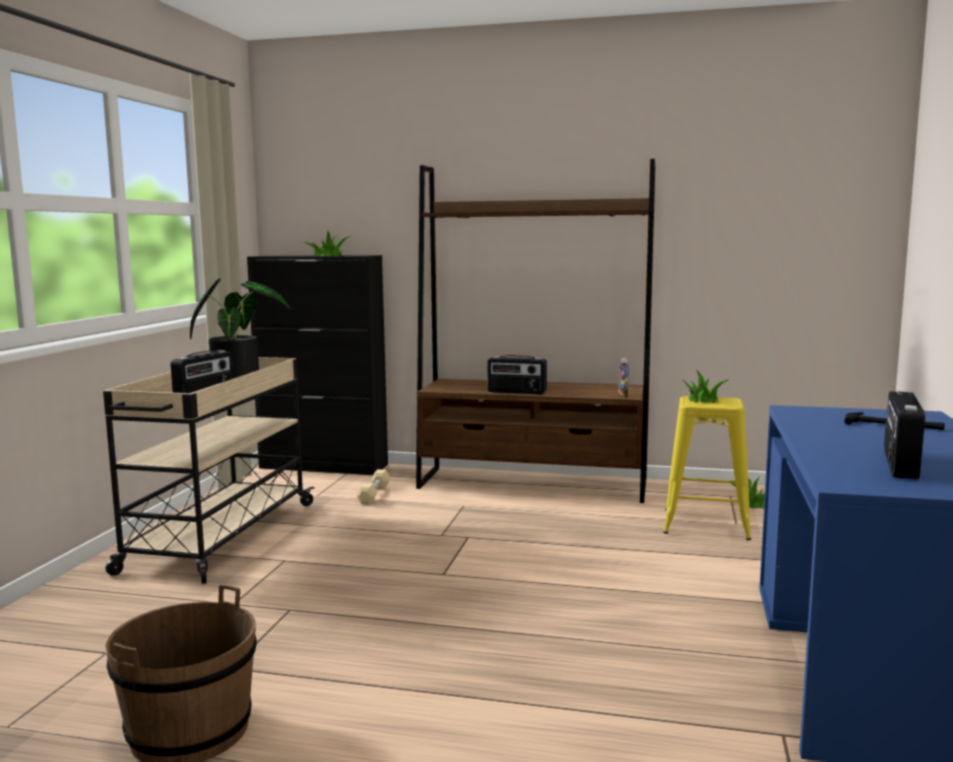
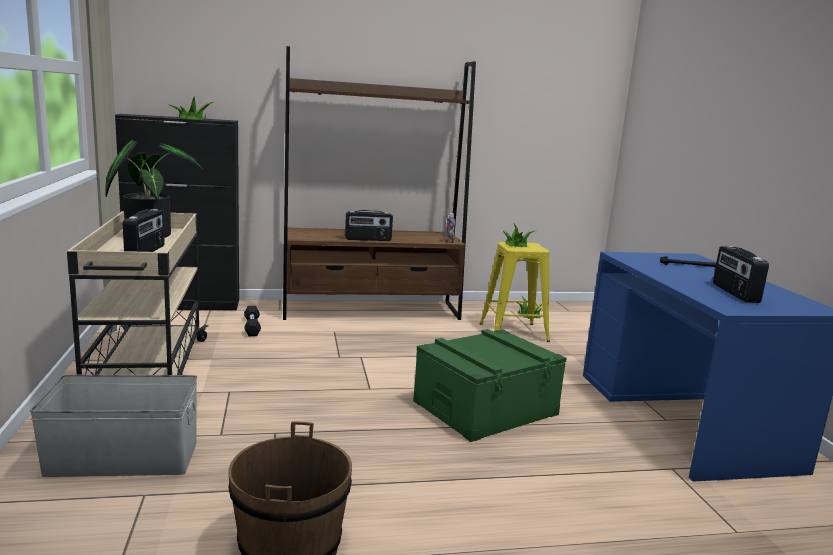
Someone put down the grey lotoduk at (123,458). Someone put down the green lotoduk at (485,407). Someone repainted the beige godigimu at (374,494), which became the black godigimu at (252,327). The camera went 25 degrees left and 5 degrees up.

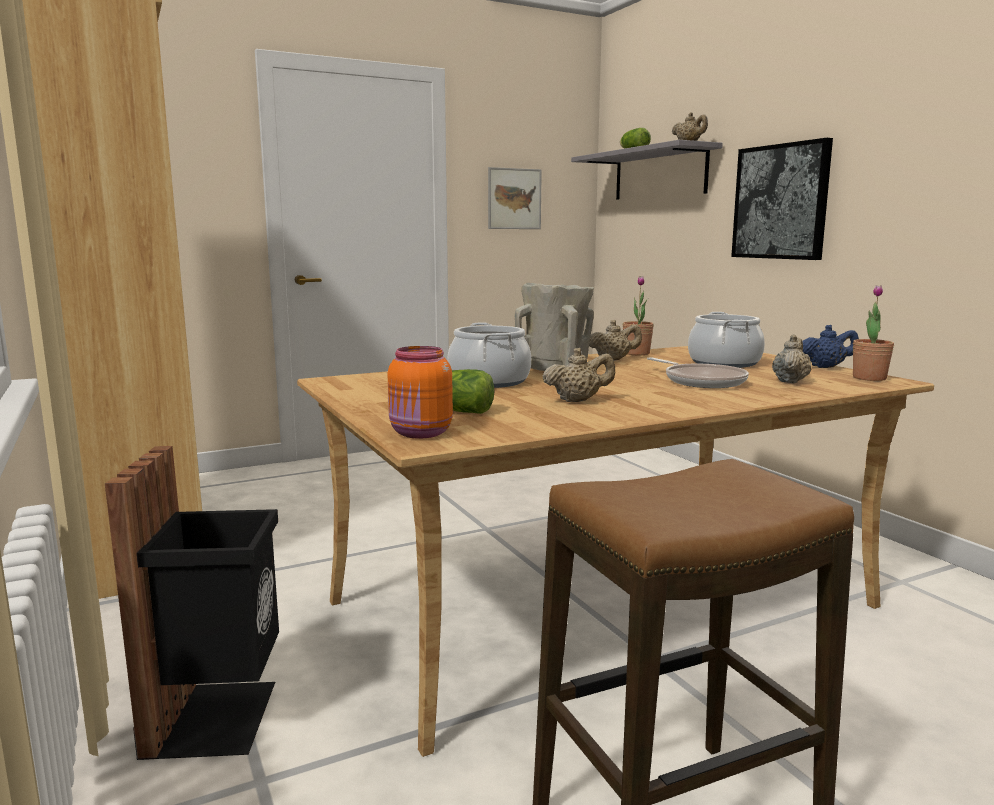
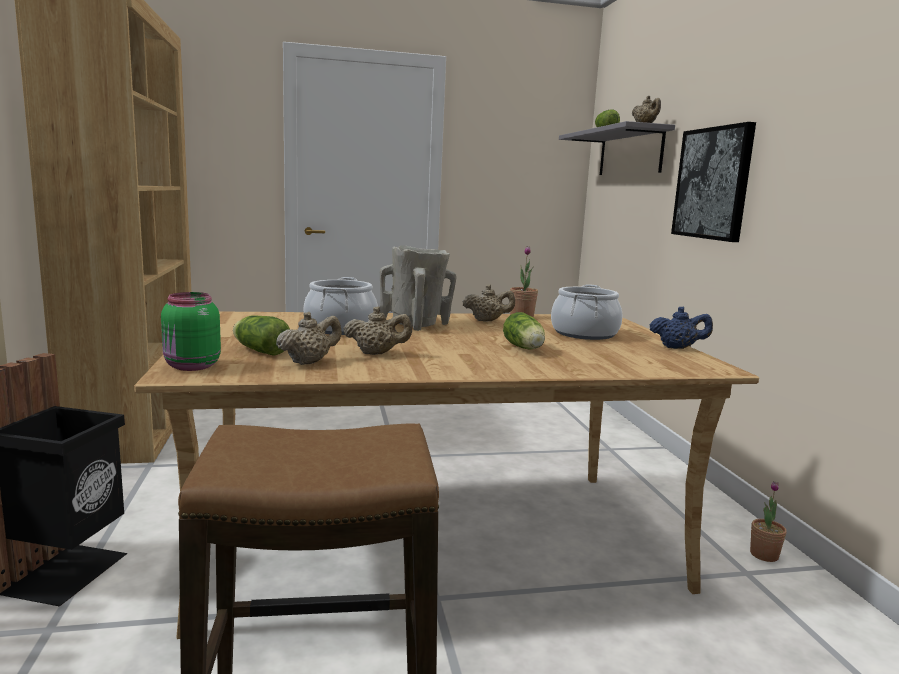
Someone took away the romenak at (514,199). Someone carried the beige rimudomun from (790,381) to (309,362). Someone carried the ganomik from (869,378) to (764,555). Someone swapped the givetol at (701,381) for the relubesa at (524,348). Someone repainted the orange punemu at (421,434), which became the green punemu at (191,366). The camera went 15 degrees right and 0 degrees up.

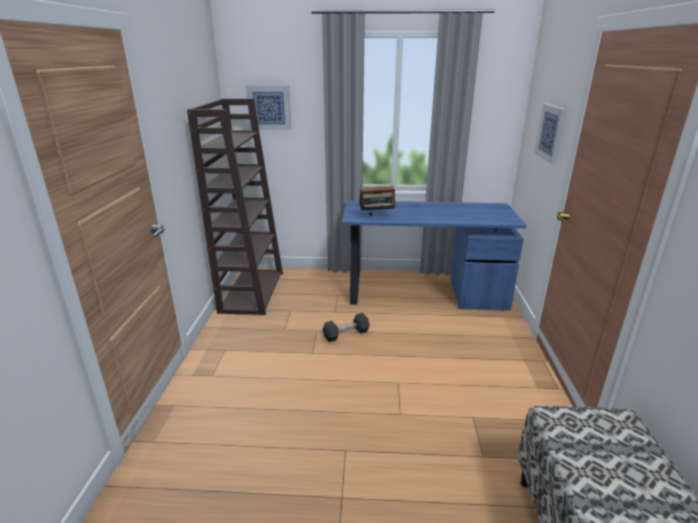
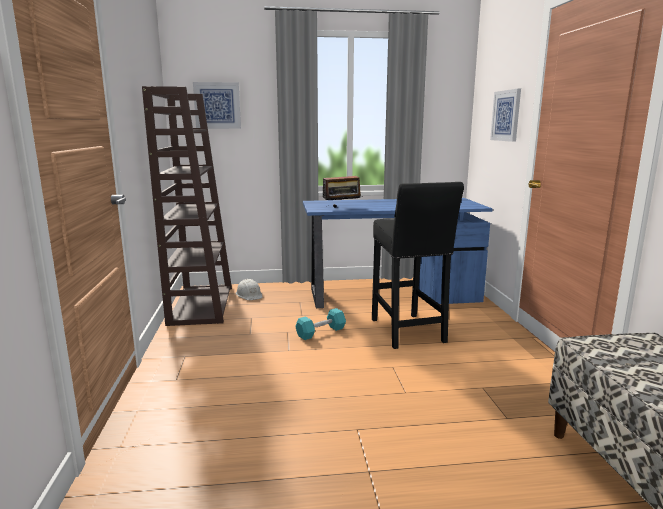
Someone put down the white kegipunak at (249,295). Someone put down the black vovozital at (408,333). Someone repainted the grey godigimu at (346,334), which became the turquoise godigimu at (321,332). The camera went 10 degrees left and 10 degrees down.

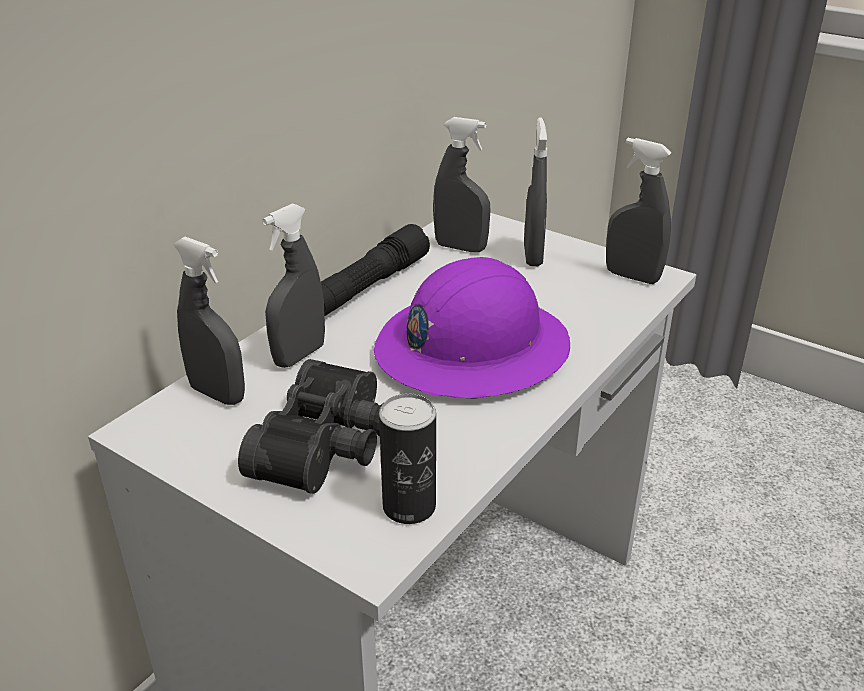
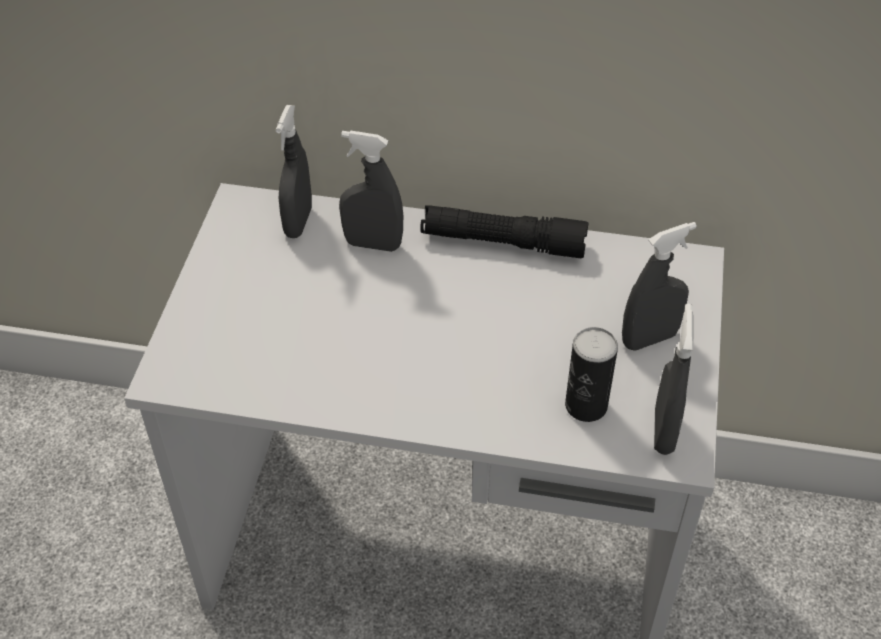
Someone took away the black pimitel at (330,446). Someone took away the purple kegipunak at (471,349). Someone took away the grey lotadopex at (460,247). Someone carried the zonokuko from (409,506) to (586,405). The camera went 65 degrees right and 15 degrees up.

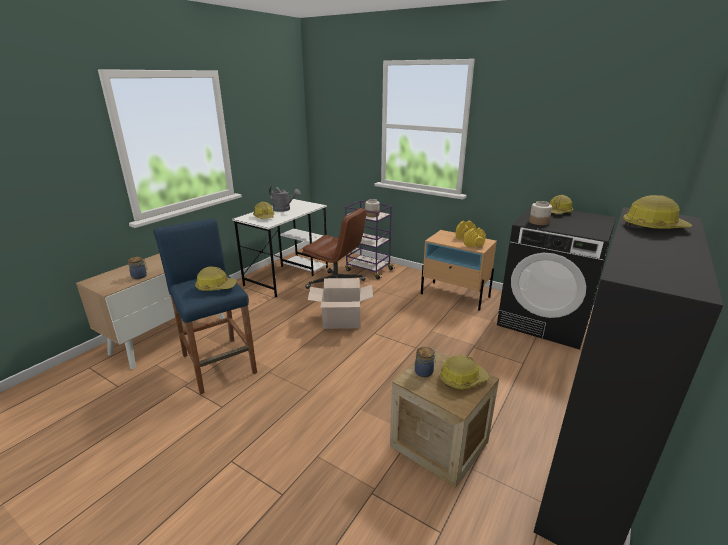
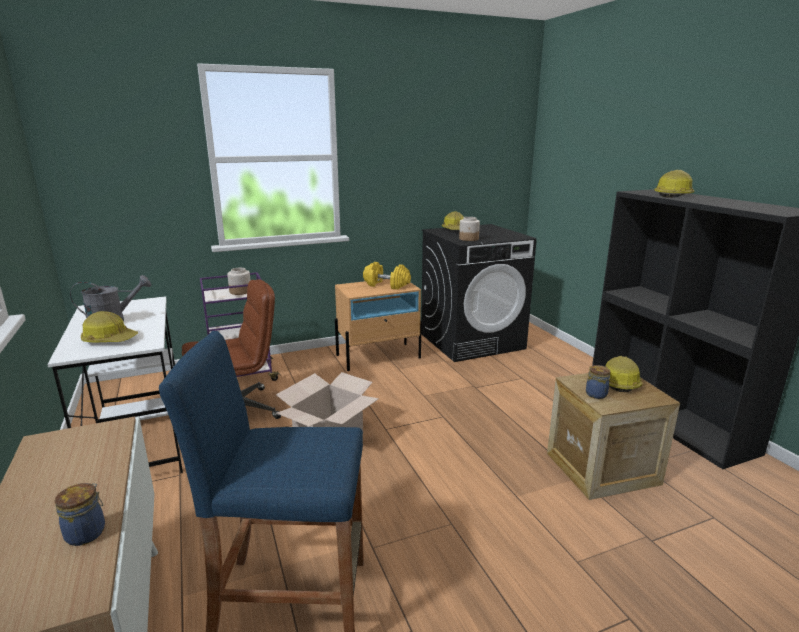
Someone took away the kegipunak at (216,287). The camera went 55 degrees left and 5 degrees down.

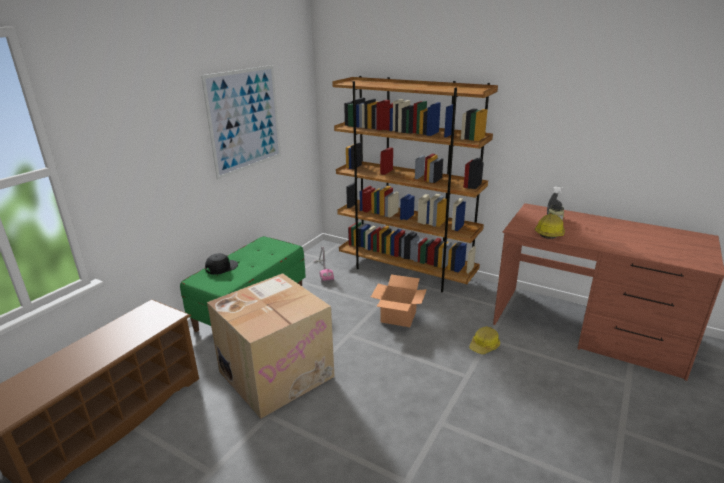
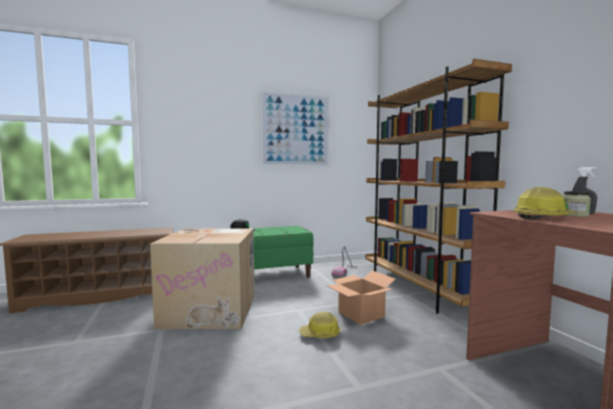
Someone carried the kegipunak from (484,346) to (320,334). The camera went 40 degrees right and 20 degrees down.

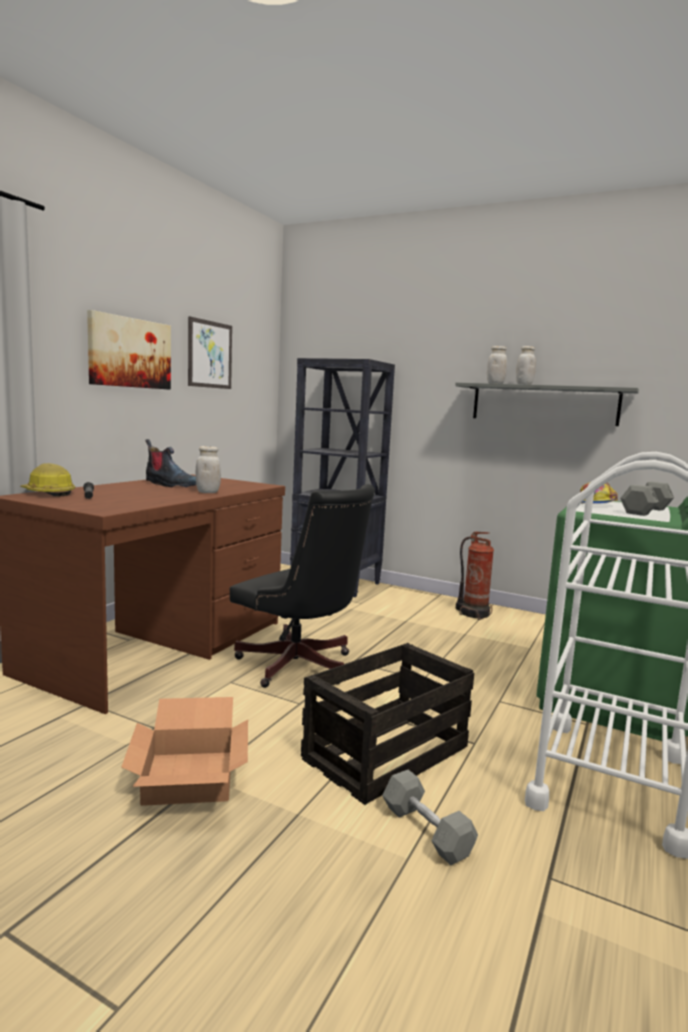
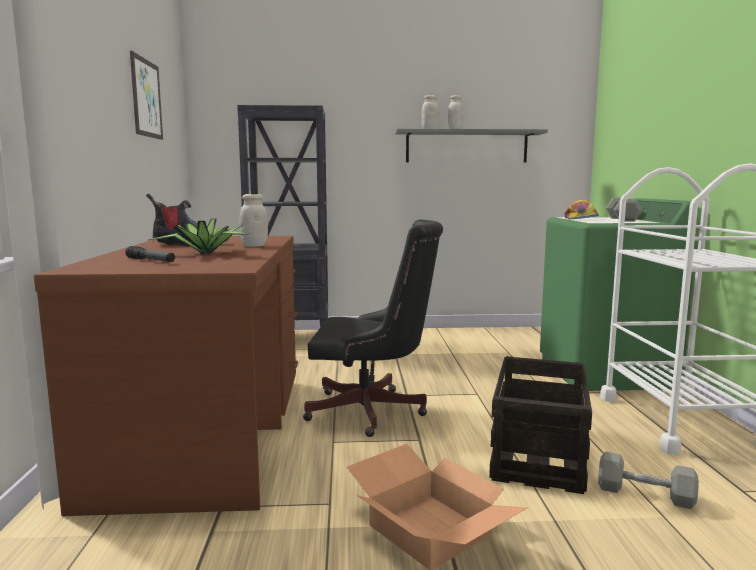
Someone took away the kegipunak at (48,493). Someone took away the romenak at (130,353). Someone took away the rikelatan at (473,613). Someone put down the ganomik at (206,253). The camera went 30 degrees left and 0 degrees up.

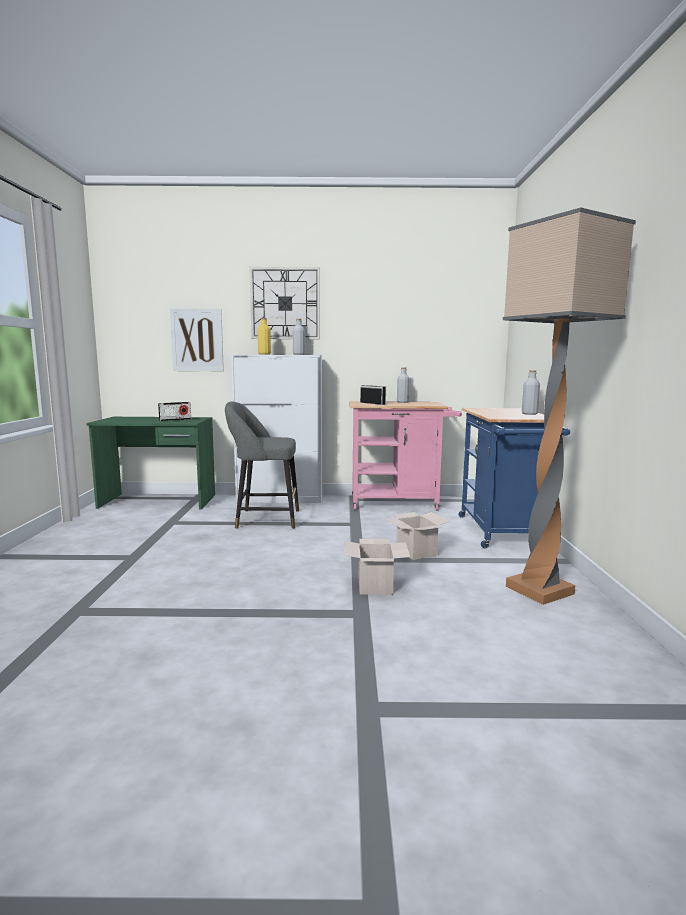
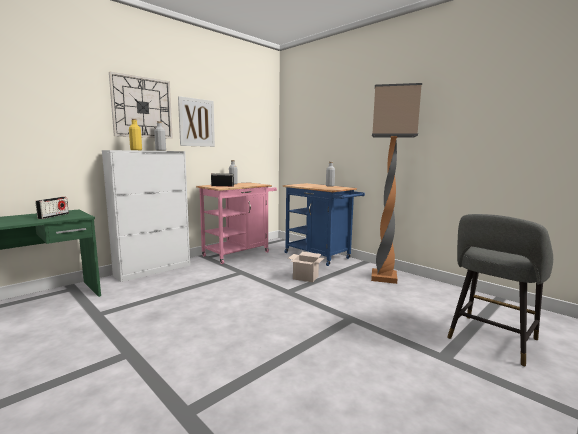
Someone took away the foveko at (375,586). Someone carried the romenak from (197,340) to (196,122). Someone carried the grey vovozital from (264,519) to (490,341). The camera went 45 degrees left and 0 degrees up.

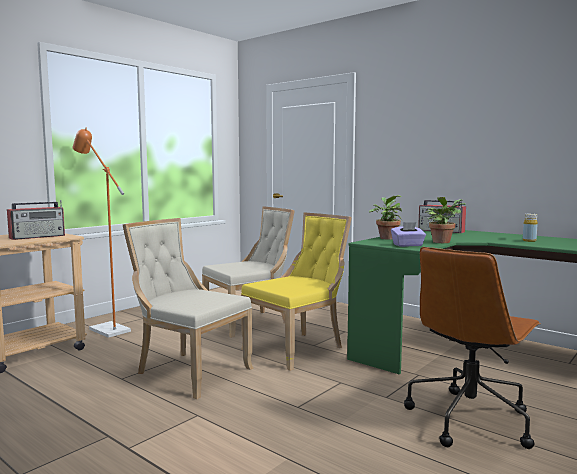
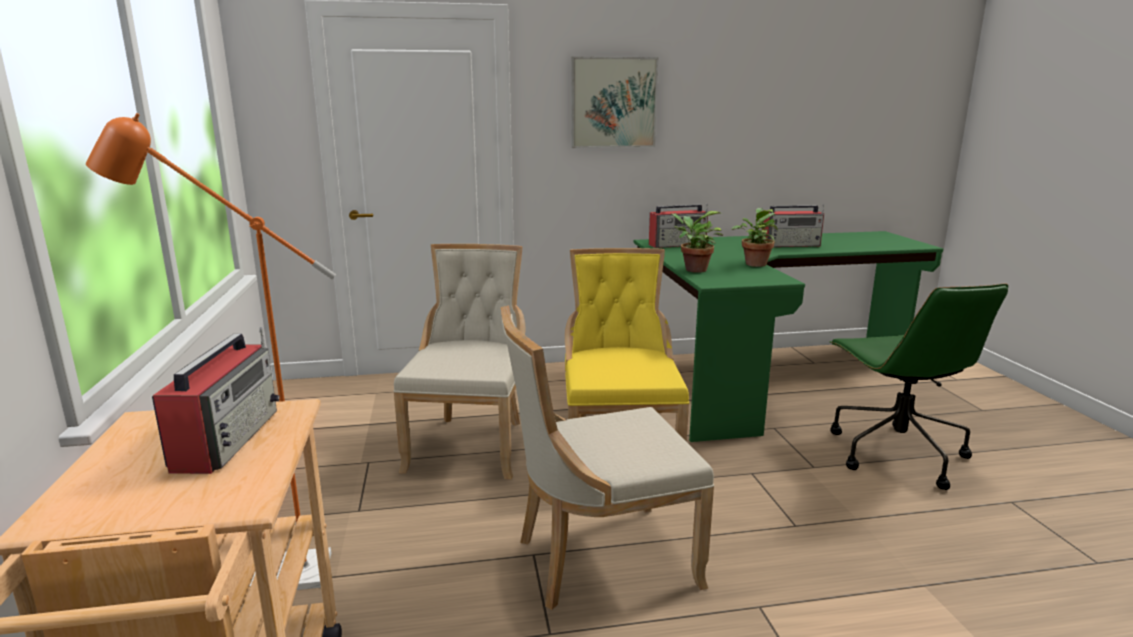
Someone took away the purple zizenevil at (408,245). Someone put up the romenak at (613,103). Someone swapped the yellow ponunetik at (529,241) for the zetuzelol at (791,245). Someone repainted the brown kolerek at (469,419), which became the green kolerek at (895,453). The camera went 50 degrees left and 10 degrees up.

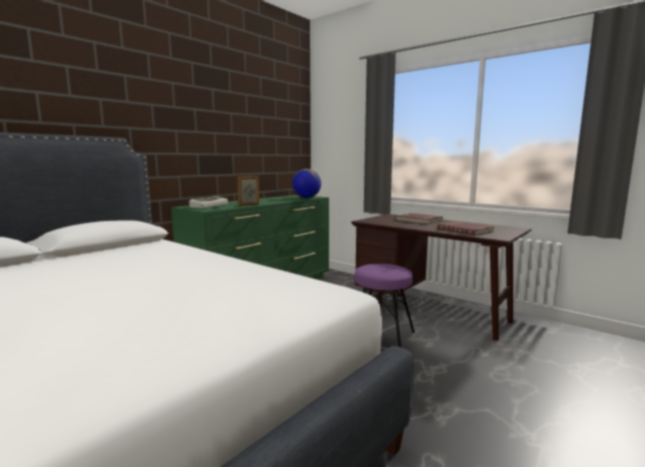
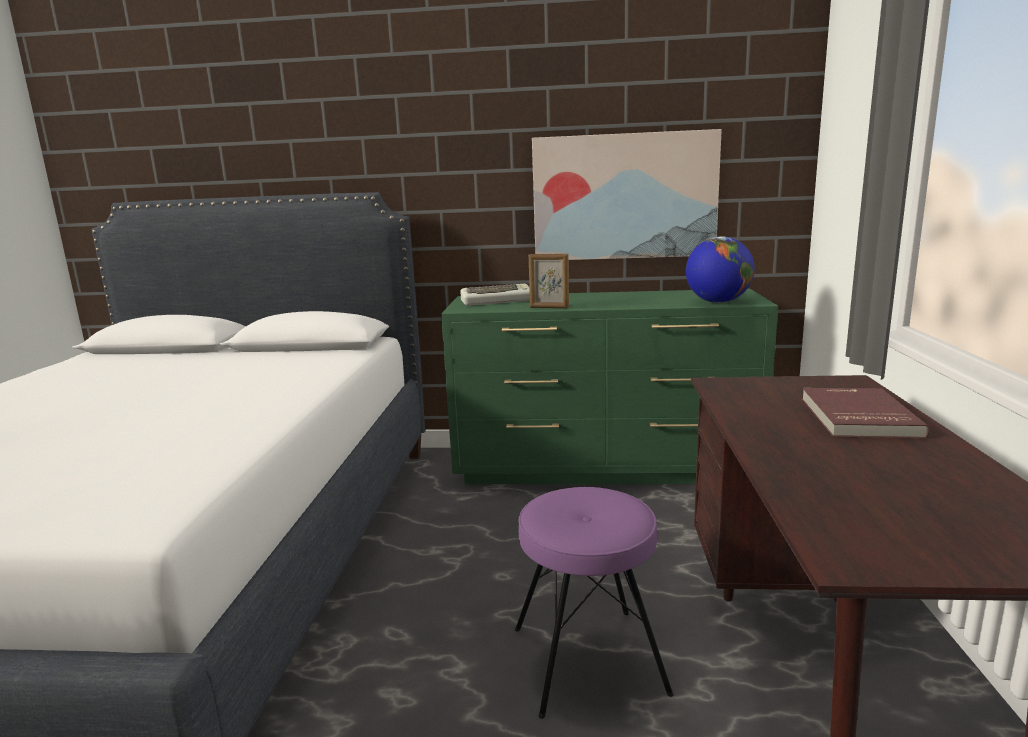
Someone took away the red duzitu at (465,230). Someone put up the romenak at (624,197). The camera went 55 degrees right and 5 degrees up.

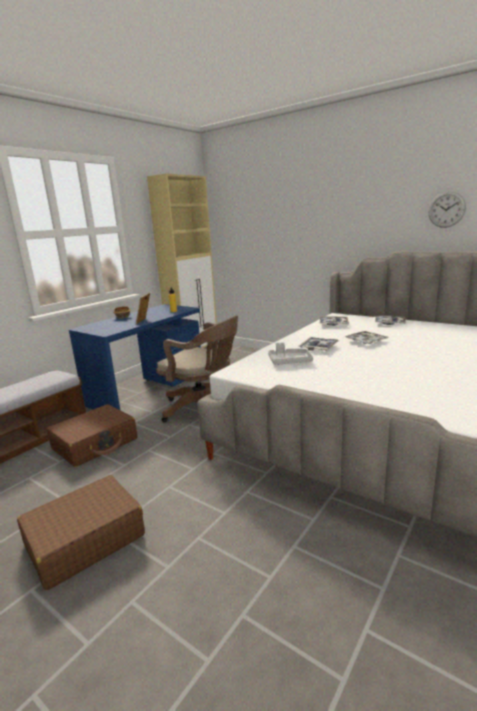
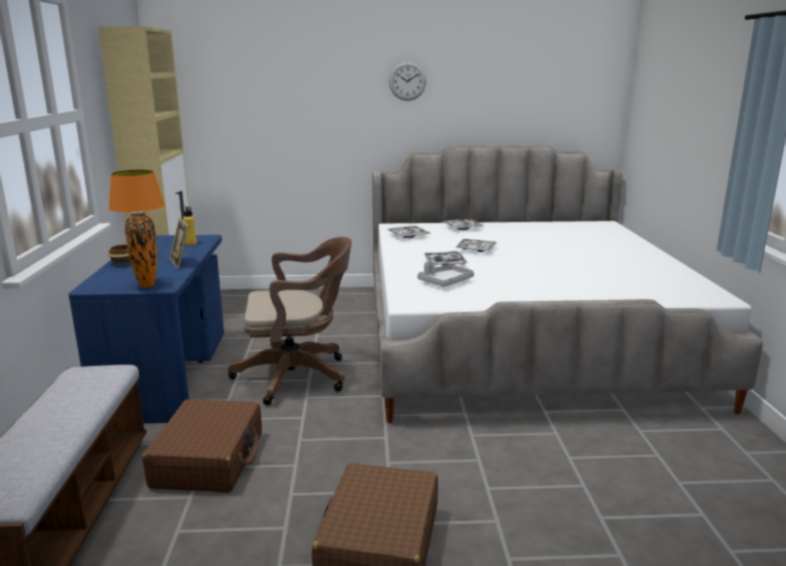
Someone put down the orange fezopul at (147,286). Someone carried the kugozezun from (446,209) to (407,81). The camera went 40 degrees left and 0 degrees up.

